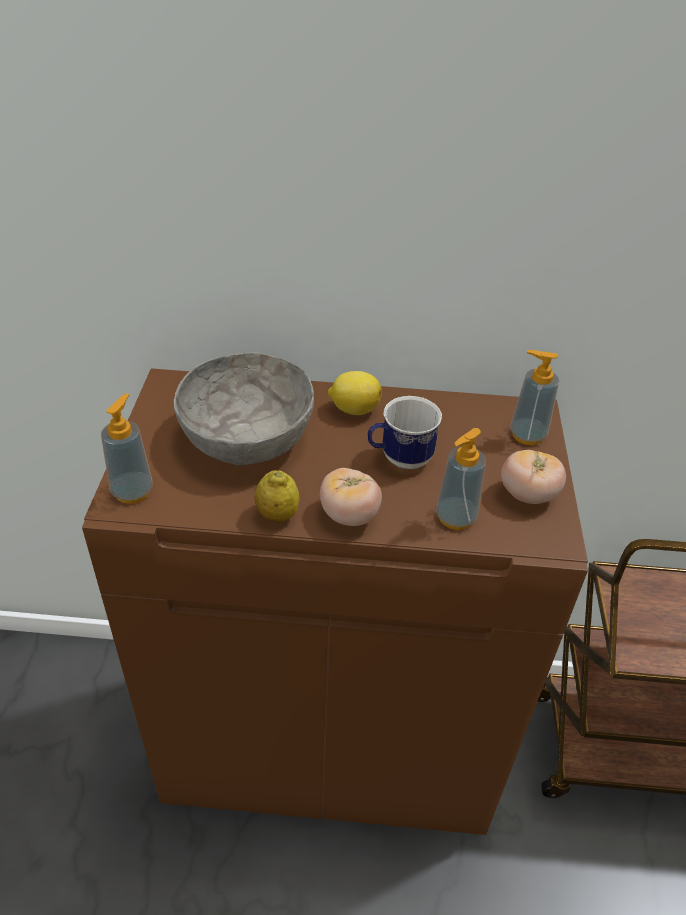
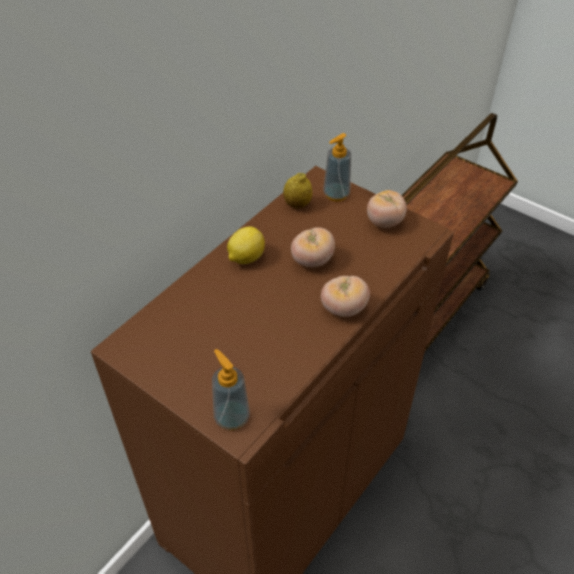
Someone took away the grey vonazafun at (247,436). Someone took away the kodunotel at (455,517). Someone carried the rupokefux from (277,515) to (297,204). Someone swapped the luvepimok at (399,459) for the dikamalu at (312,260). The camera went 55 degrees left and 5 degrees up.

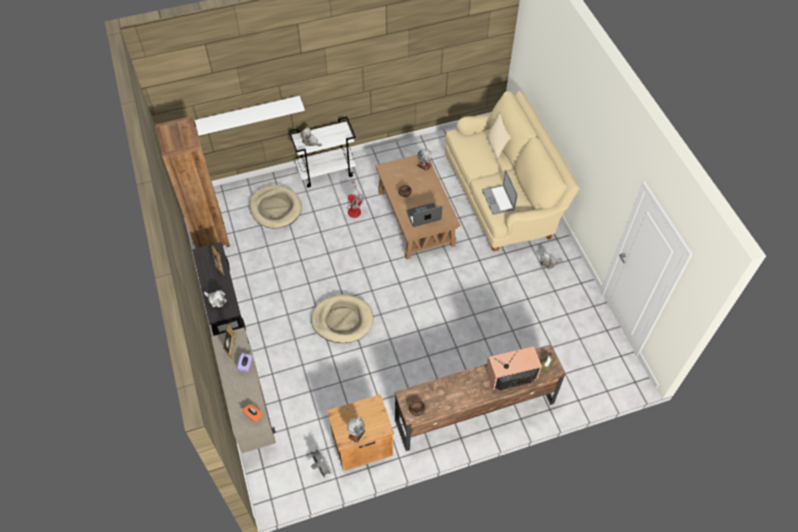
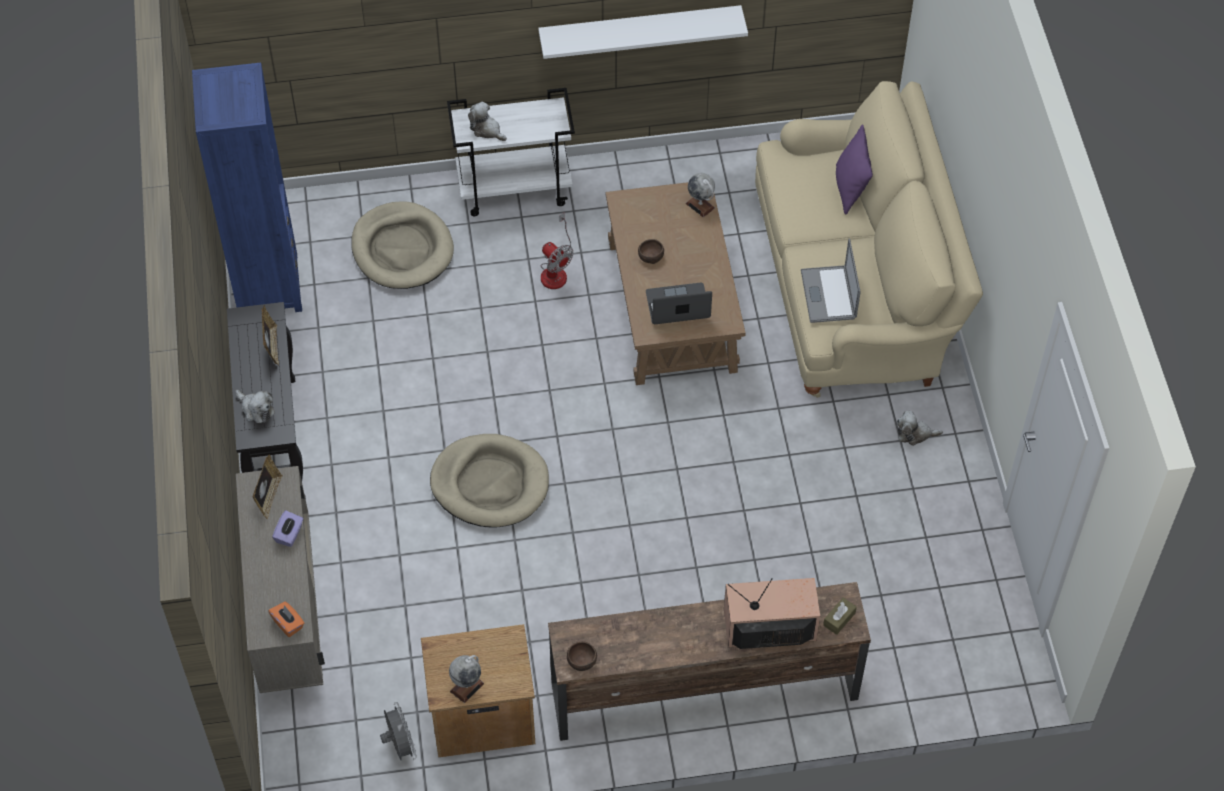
Someone carried the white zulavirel from (249,114) to (640,28). Someone repainted the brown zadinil at (210,236), which became the blue zadinil at (268,285). Someone repainted the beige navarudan at (496,147), which became the purple navarudan at (850,189). The camera went 10 degrees right and 0 degrees up.

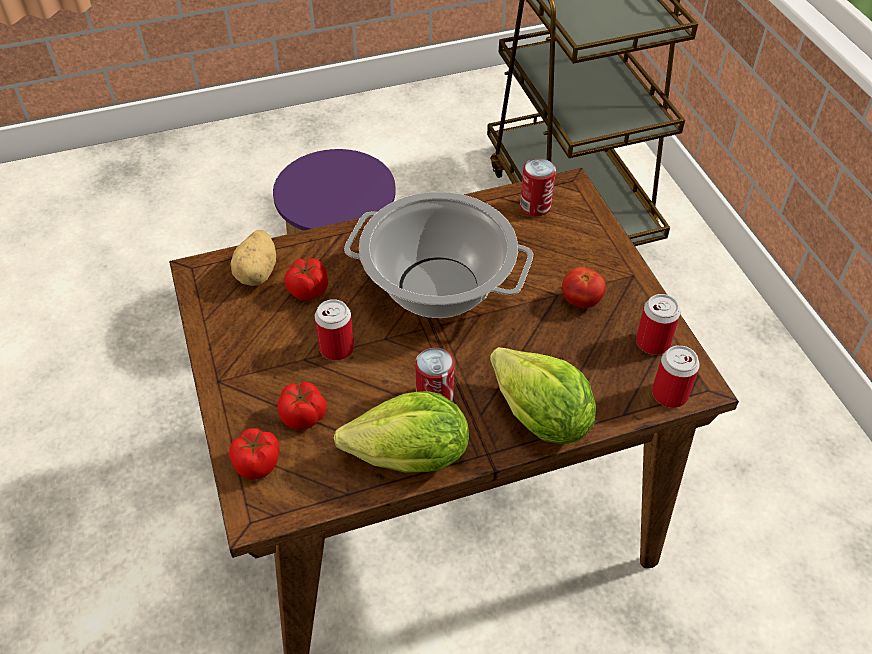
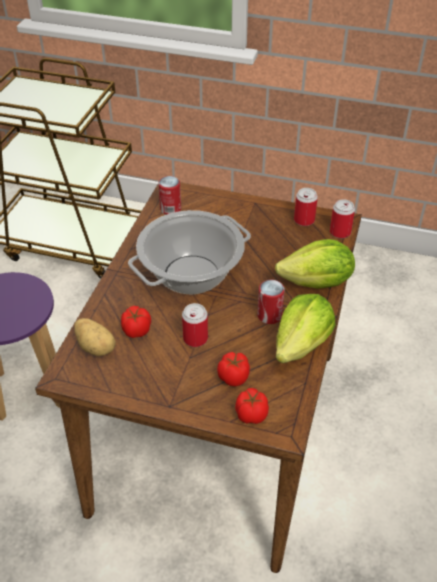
Someone took away the dikamalu at (581,301). The camera went 55 degrees left and 5 degrees down.

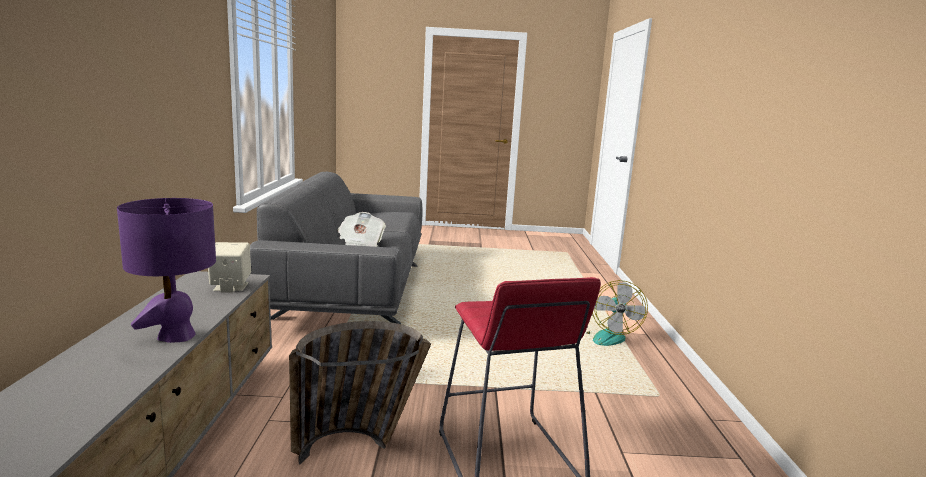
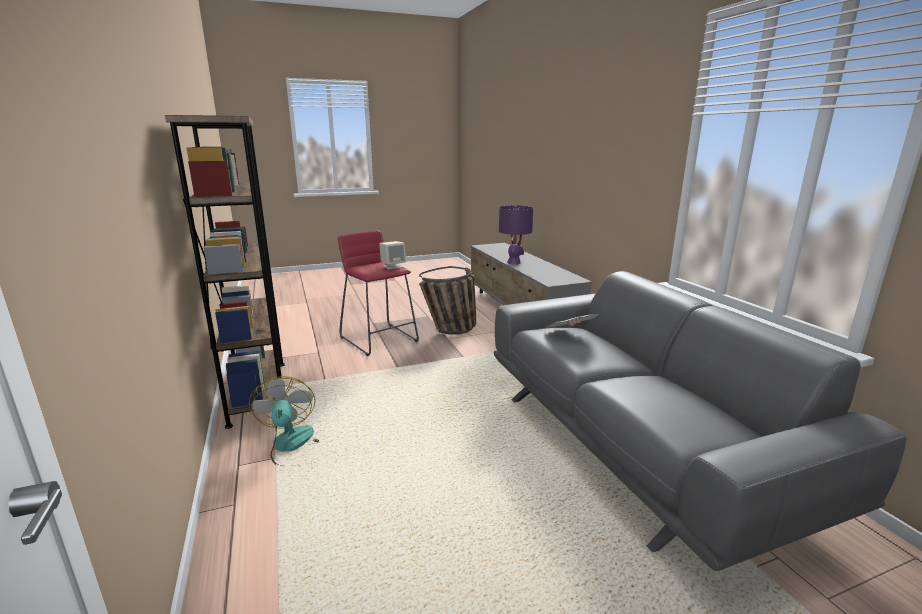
Someone put down the brown zadinil at (258,392). Someone carried the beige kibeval from (230,287) to (393,266). The camera went 160 degrees right and 5 degrees up.

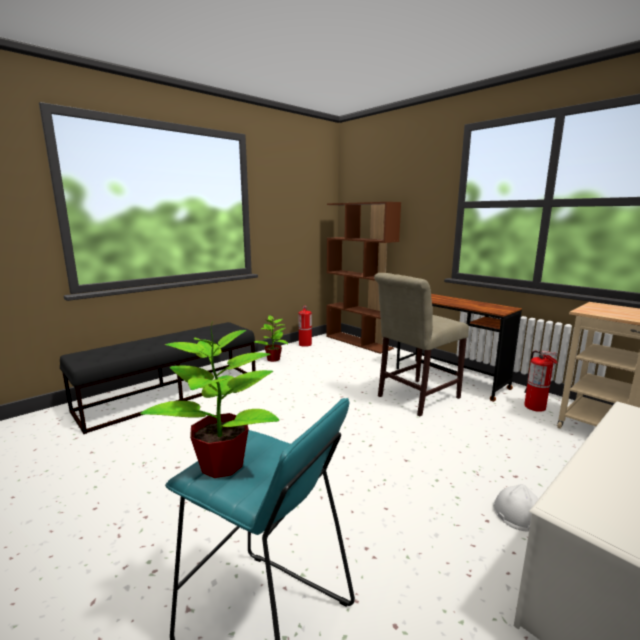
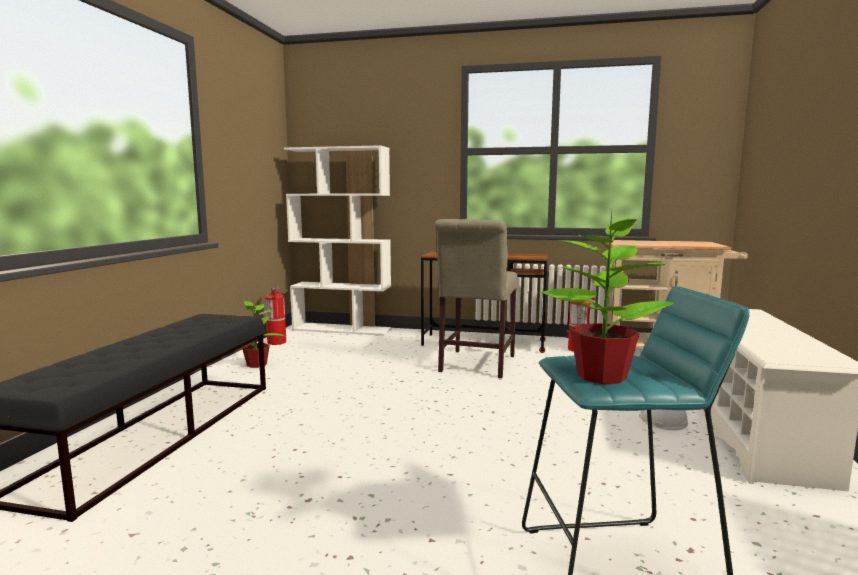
Someone repainted the brown zadinil at (359,342), which became the white zadinil at (342,329). The camera went 35 degrees left and 5 degrees down.

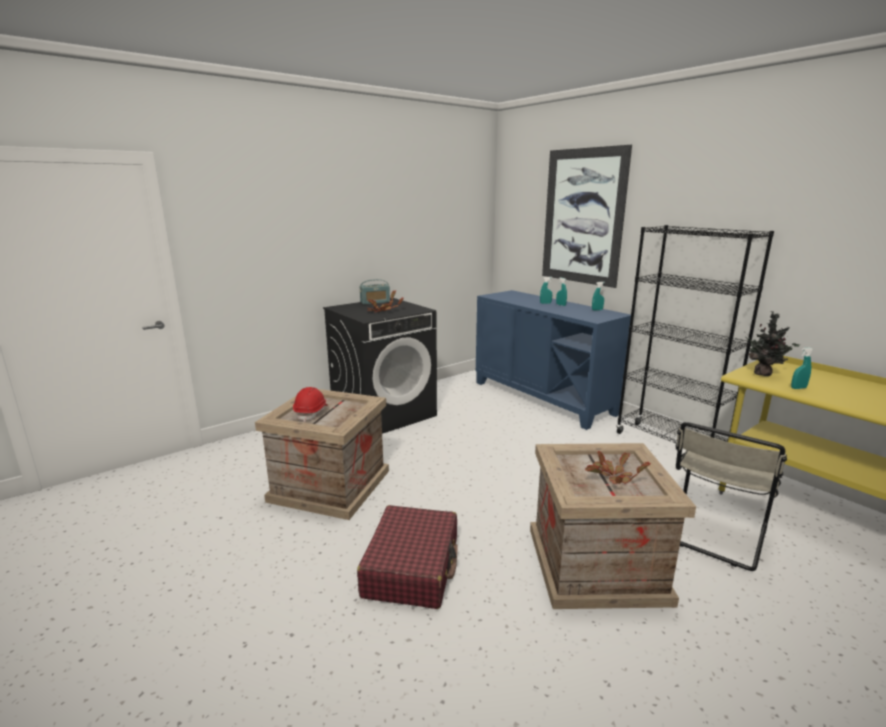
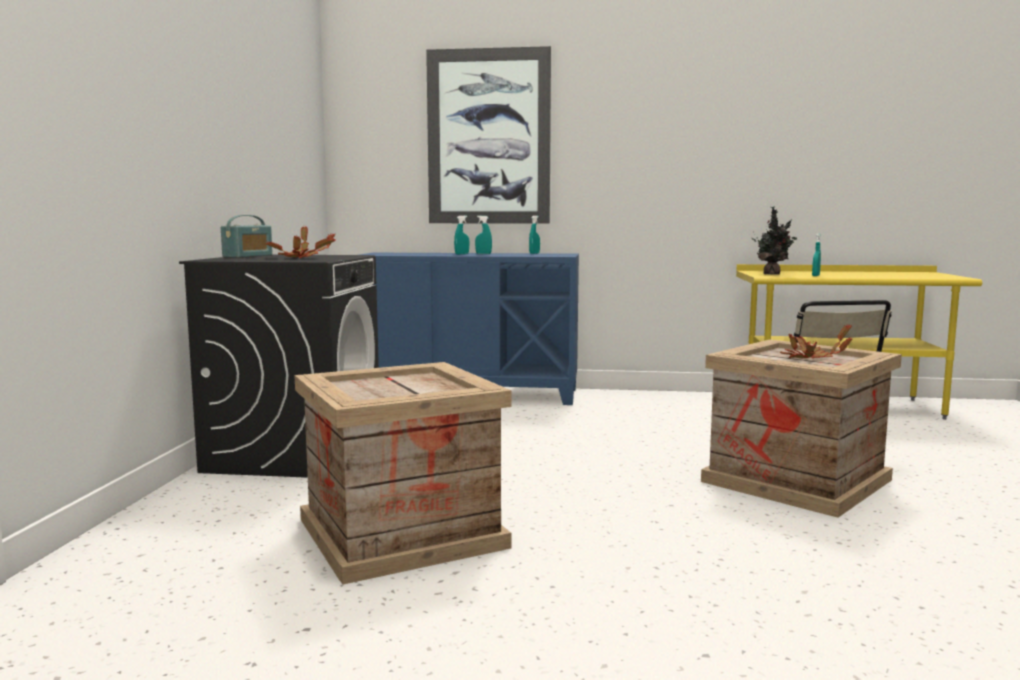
Someone took away the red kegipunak at (311,412). Someone took away the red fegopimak at (412,567). Someone took away the black zadinil at (669,445). The camera went 45 degrees left and 10 degrees down.

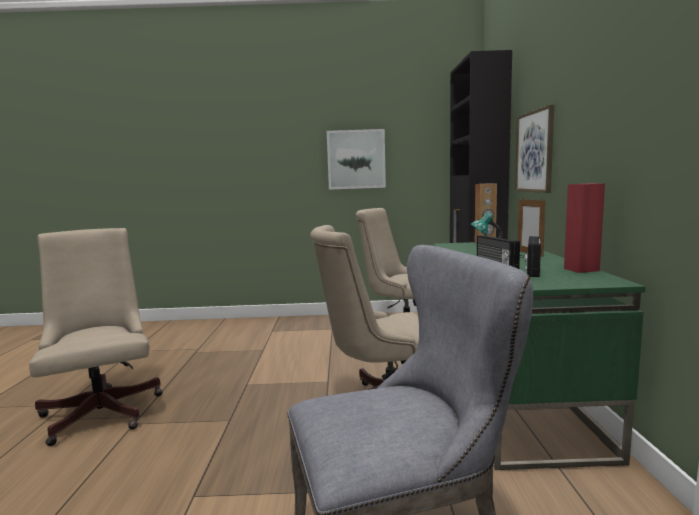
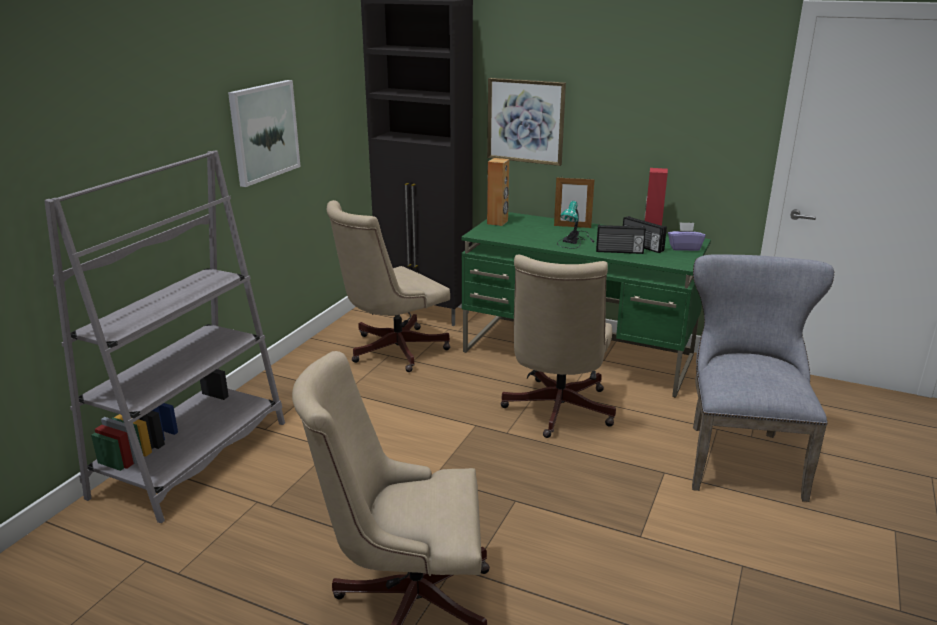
Someone put down the grey zadinil at (192,458). Someone put down the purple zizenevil at (684,248). The camera went 65 degrees left and 15 degrees up.

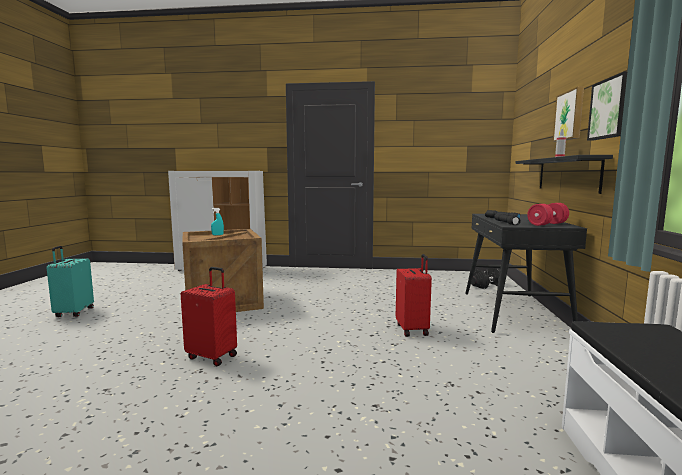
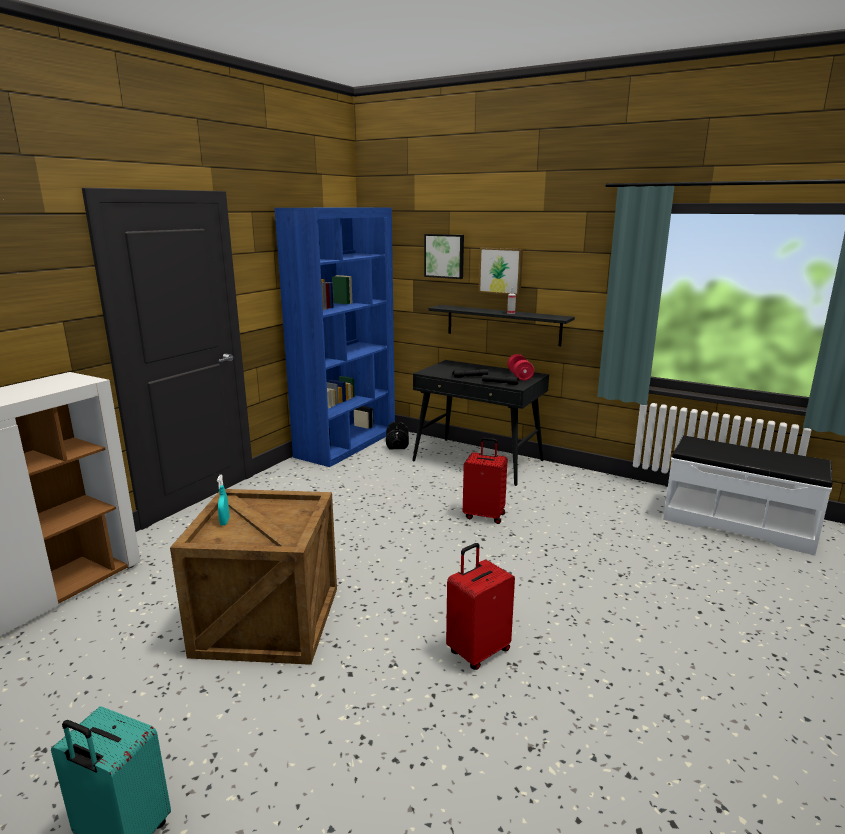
Someone put down the blue zadinil at (347,444). Someone carried the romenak from (611,108) to (444,256). The camera went 65 degrees left and 10 degrees up.

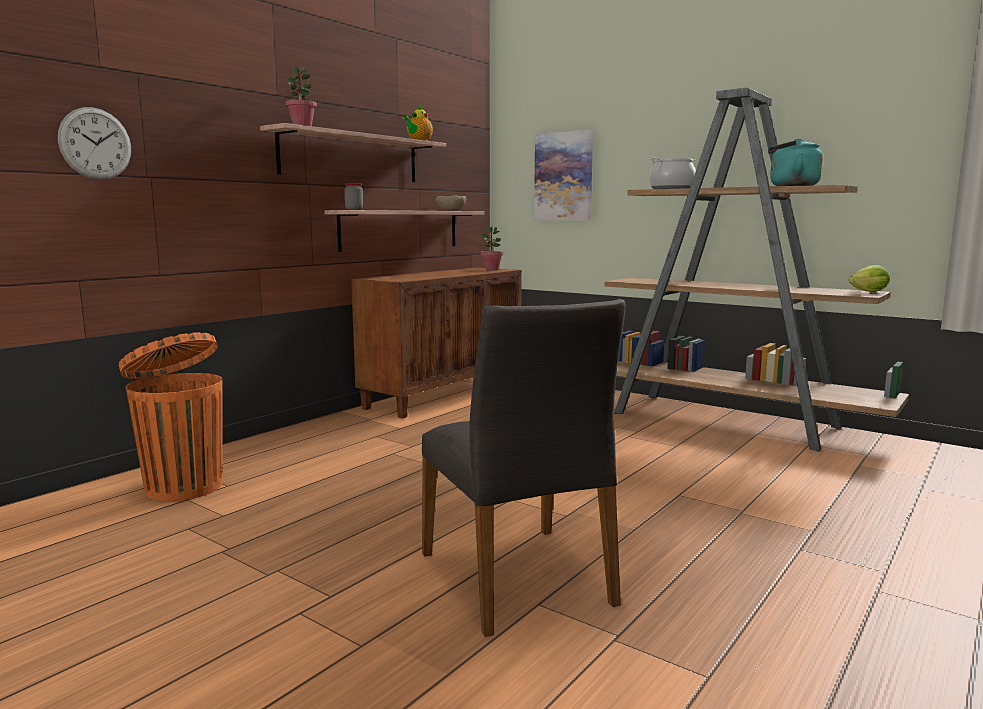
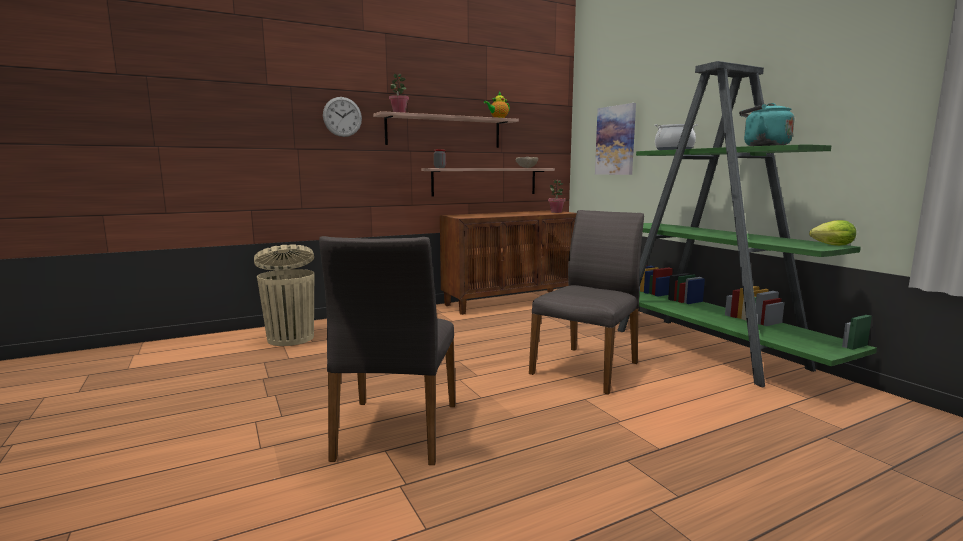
Someone put down the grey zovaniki at (587,368). Someone carried the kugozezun from (95,143) to (342,117). Someone repainted the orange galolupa at (183,486), which became the beige galolupa at (290,338). Someone repainted the brown zadinil at (727,421), which became the green zadinil at (708,349). The camera went 25 degrees right and 0 degrees up.

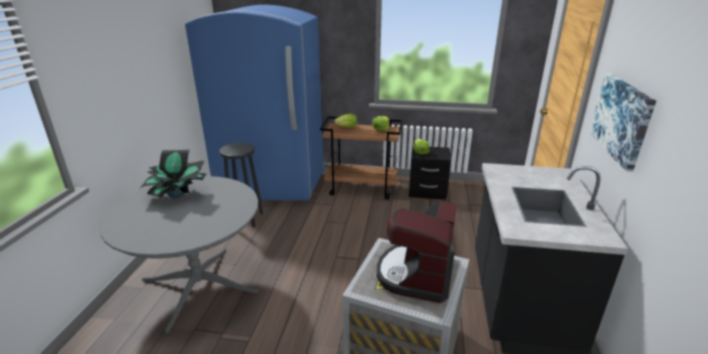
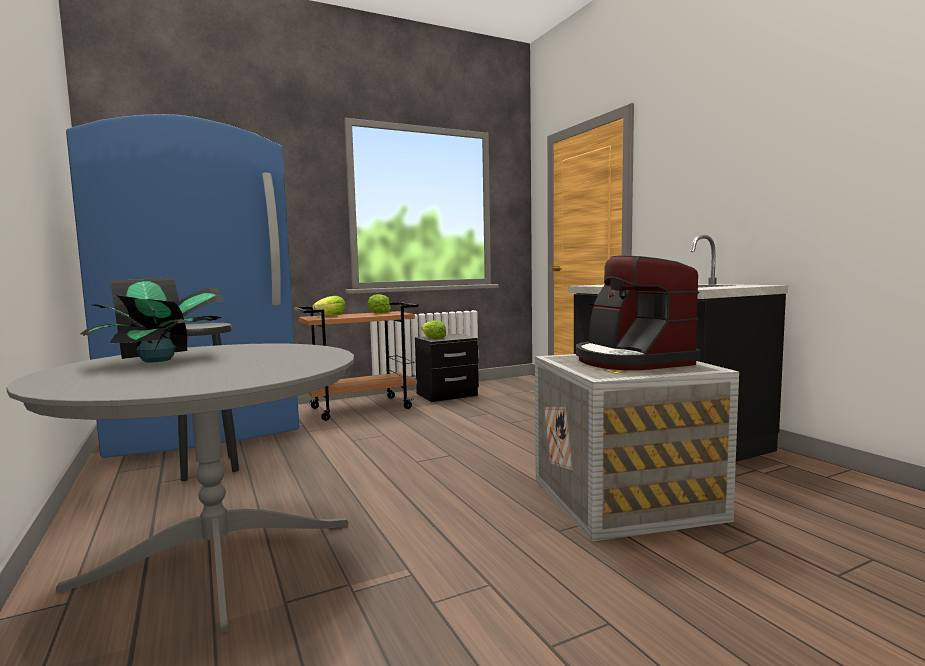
Someone took away the romenak at (622,119). The camera went 35 degrees left and 20 degrees down.

